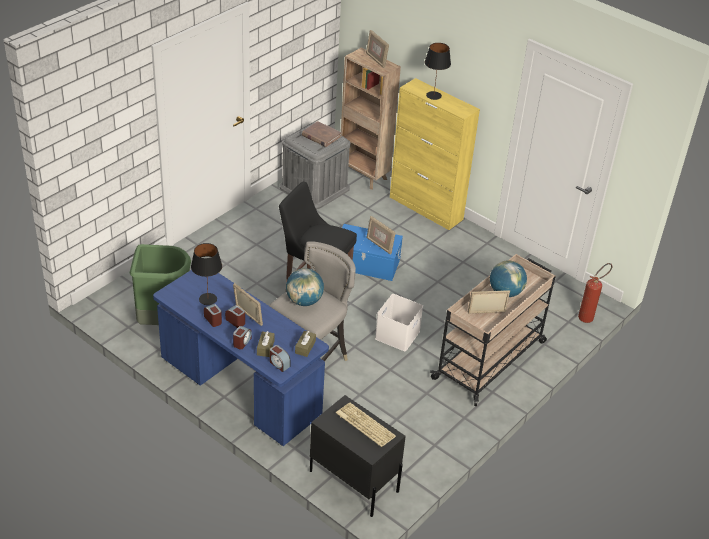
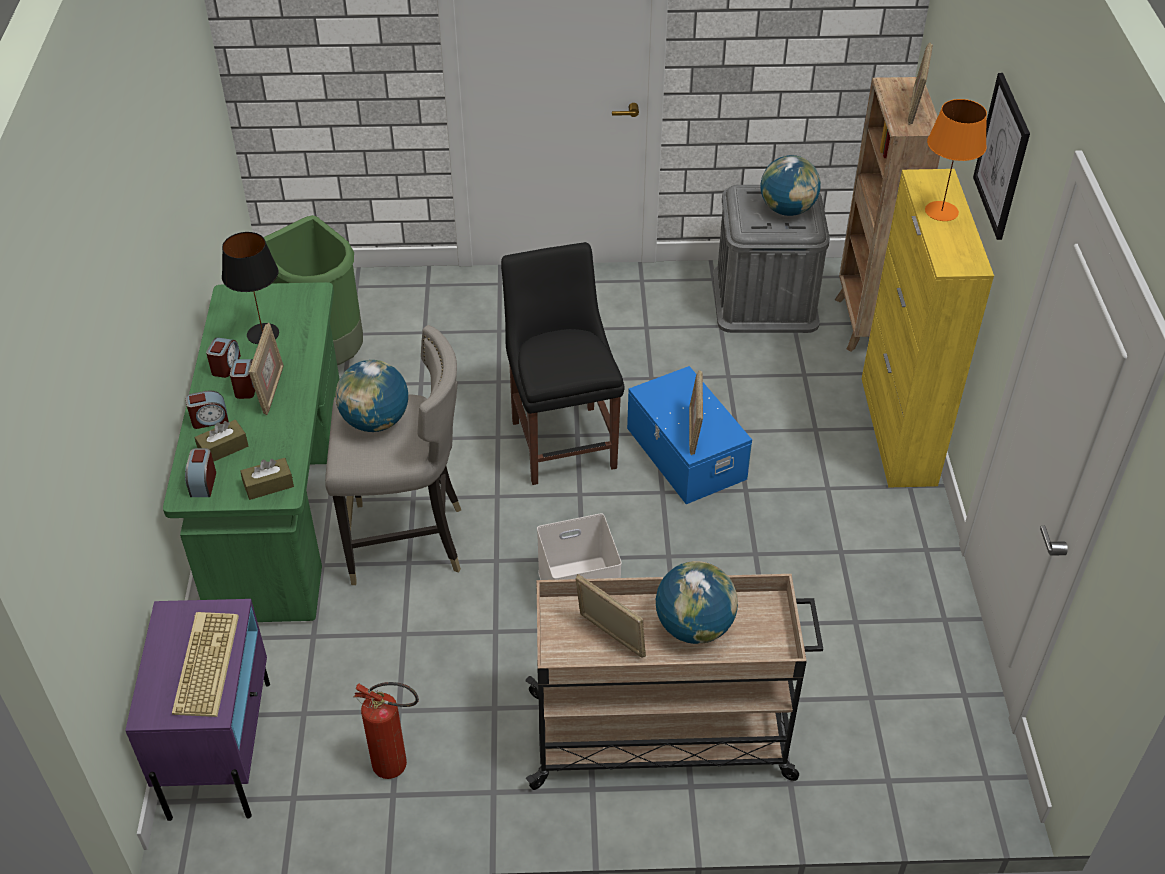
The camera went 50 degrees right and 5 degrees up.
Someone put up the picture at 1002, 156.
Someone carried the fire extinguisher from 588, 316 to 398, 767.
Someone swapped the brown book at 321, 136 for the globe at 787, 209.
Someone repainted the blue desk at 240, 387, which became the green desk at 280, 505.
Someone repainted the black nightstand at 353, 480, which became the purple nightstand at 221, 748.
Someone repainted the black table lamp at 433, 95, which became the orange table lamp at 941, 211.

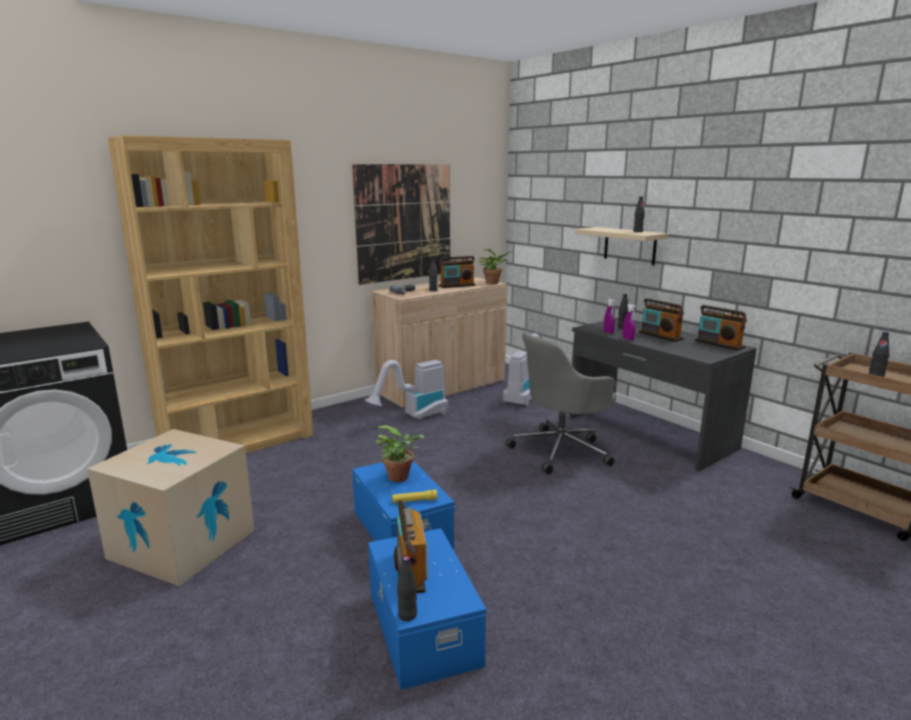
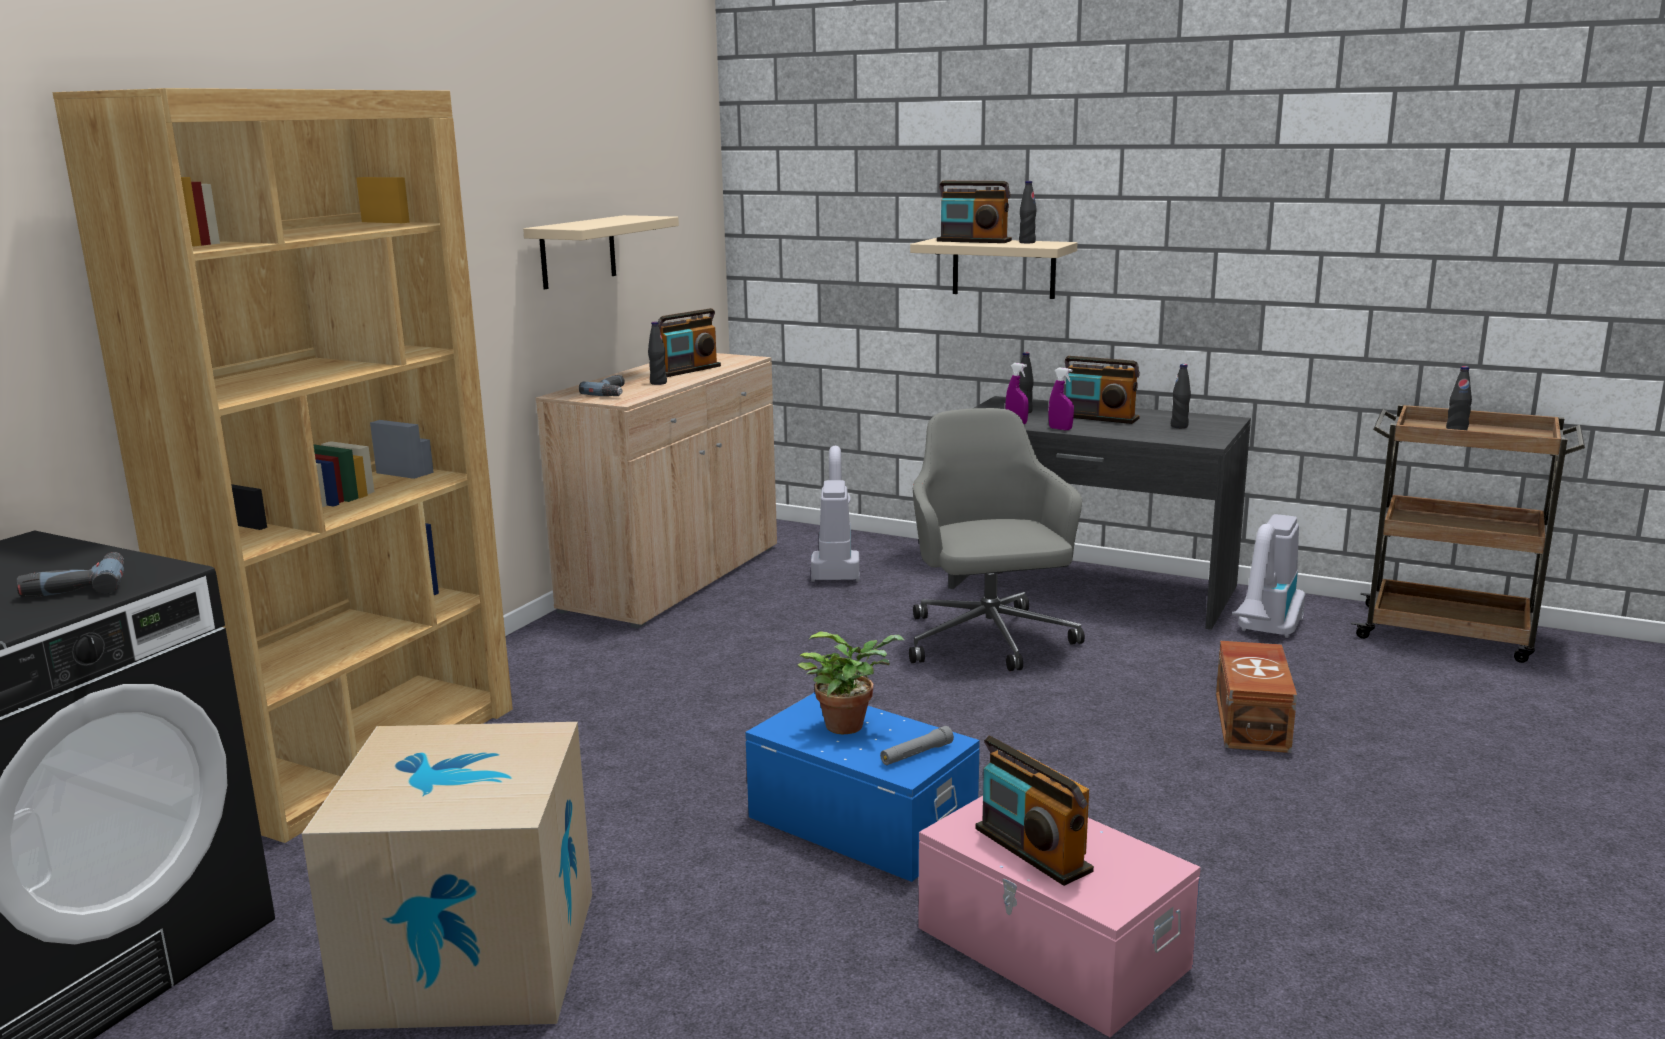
The camera went 25 degrees left and 0 degrees up.
Someone took away the potted plant at 493, 283.
Someone put down the power drill at 76, 586.
Someone put down the brown storage box at 1253, 721.
Someone carried the vacuum cleaner from 413, 417 to 1265, 635.
Someone carried the black bottle from 407, 615 to 1179, 426.
Someone carried the radio from 719, 344 to 974, 241.
Someone swapped the picture at 404, 223 for the beige shelf at 578, 252.
Someone repainted the blue storage box at 421, 628, which became the pink storage box at 1050, 949.
Someone repainted the yellow flashlight at 414, 501, which became the grey flashlight at 916, 754.
Someone rotated the grey office chair at 561, 450 by 135 degrees clockwise.

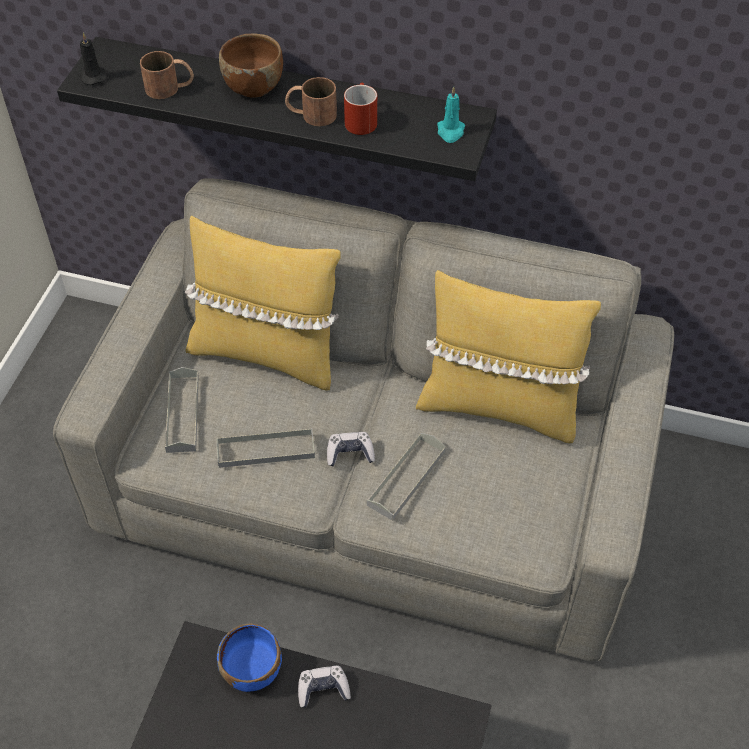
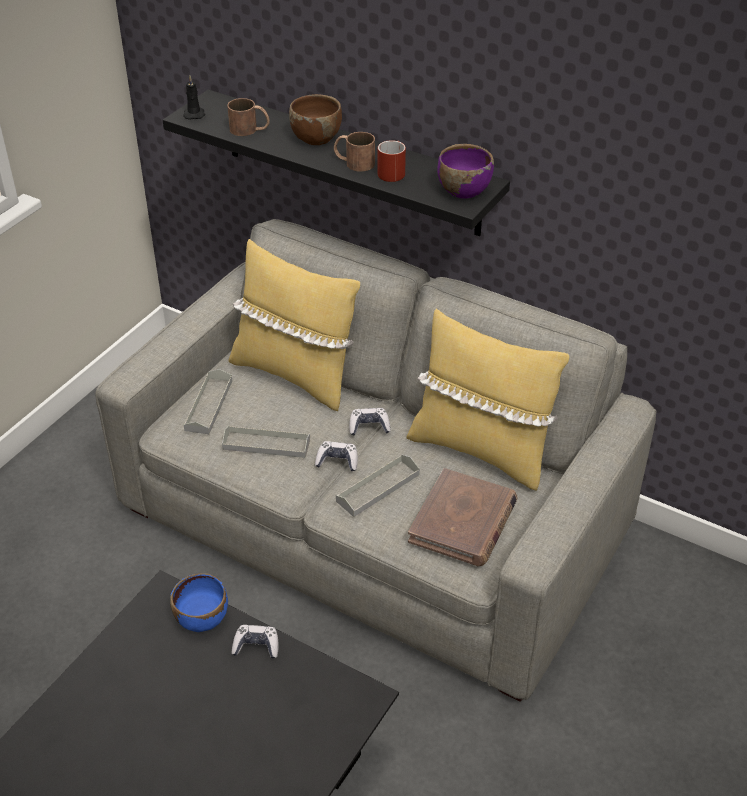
The camera went 15 degrees right and 10 degrees down.
Someone put down the game controller at 369, 426.
Someone put down the brown book at 463, 521.
Someone swapped the turquoise candle at 450, 132 for the purple bowl at 463, 190.

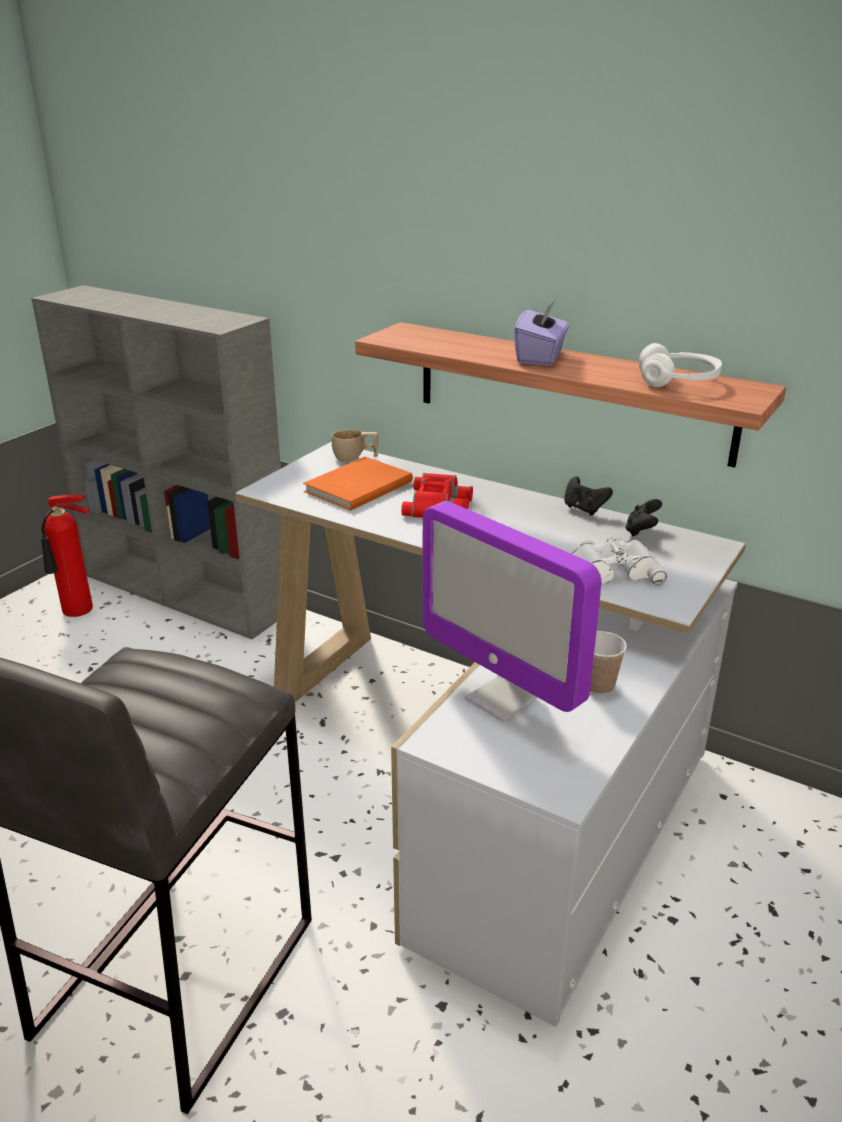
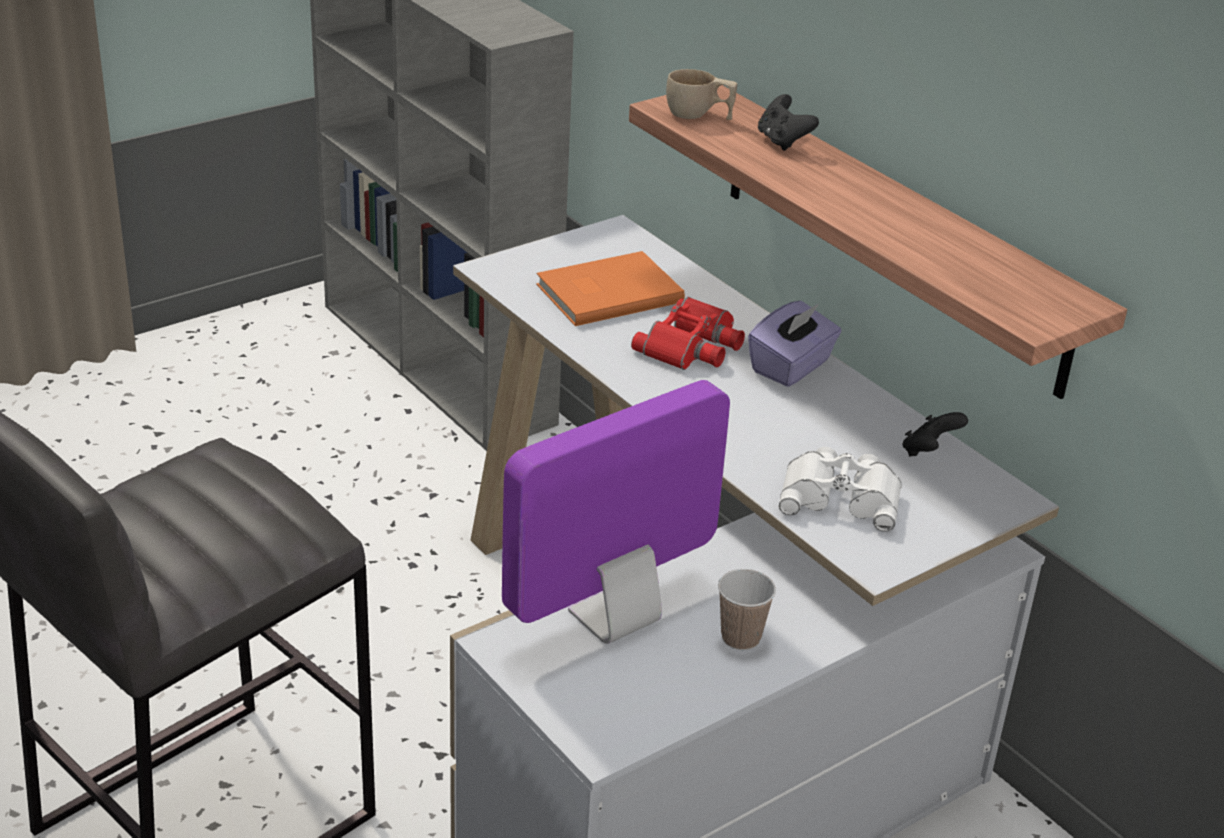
The camera went 20 degrees right and 5 degrees up.
Someone took away the fire extinguisher at 78, 611.
Someone took away the white headphones at 678, 381.
Someone carried the beige cup from 355, 458 to 699, 116.
Someone carried the purple tissue box from 540, 357 to 791, 367.
Someone carried the black game controller from 584, 509 to 783, 141.
Someone rotated the monitor at 502, 698 by 75 degrees clockwise.

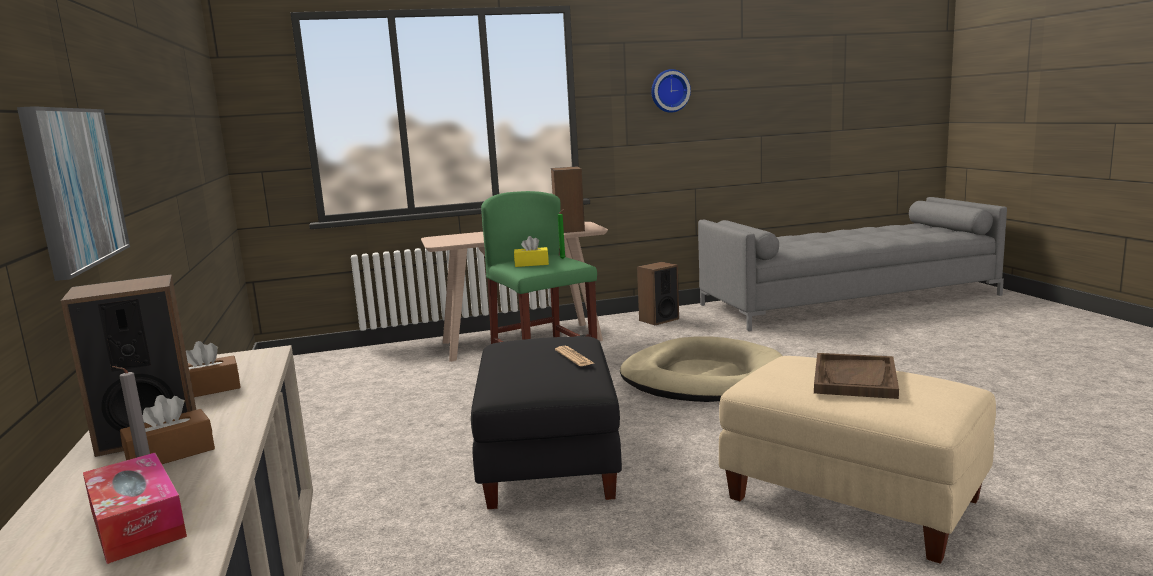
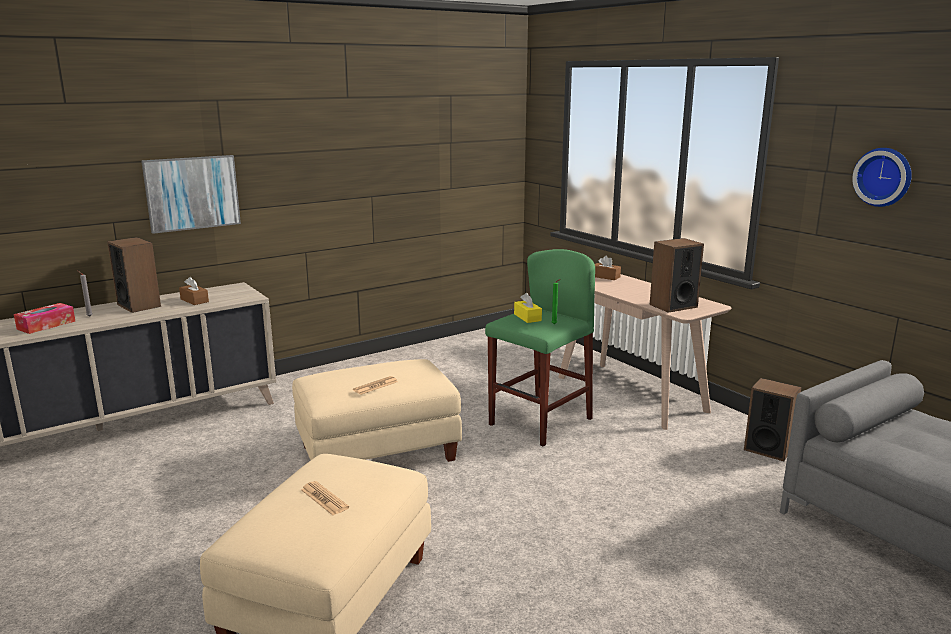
The camera went 70 degrees right and 5 degrees up.
Someone took away the beige dog bed at 702, 378.
Someone carried the brown tissue box from 170, 454 to 605, 277.
Someone swapped the brown tray at 855, 378 for the newspaper at 324, 499.
Someone repainted the black ottoman at 550, 461, which became the beige ottoman at 377, 453.

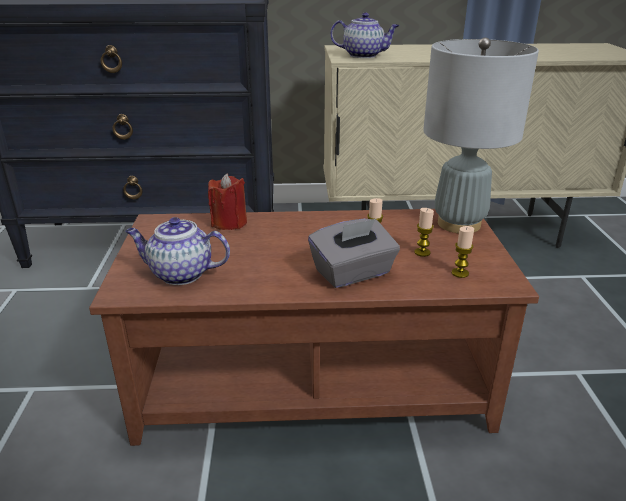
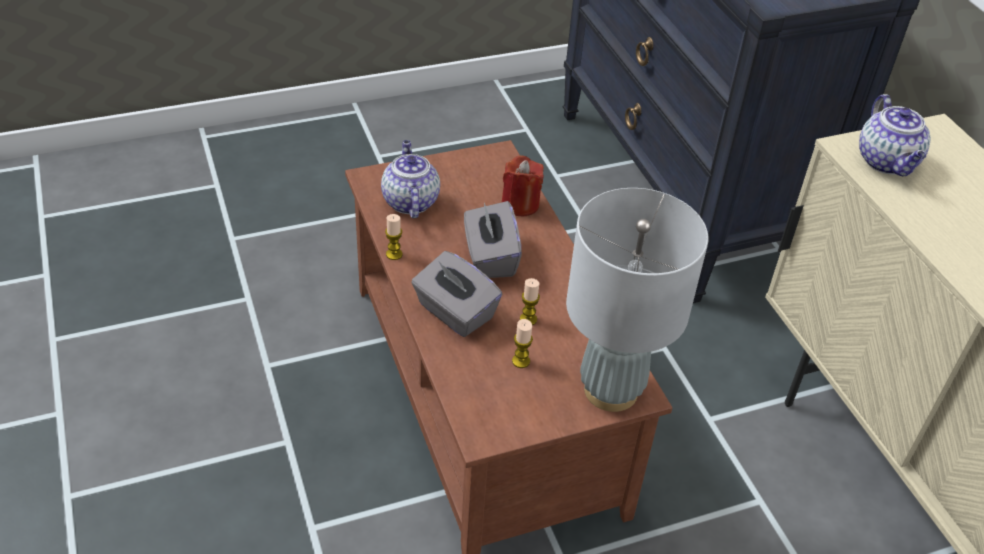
The camera went 70 degrees right and 15 degrees up.
Someone put down the grey tissue box at 490, 257.
Someone carried the candle from 460, 273 to 394, 254.

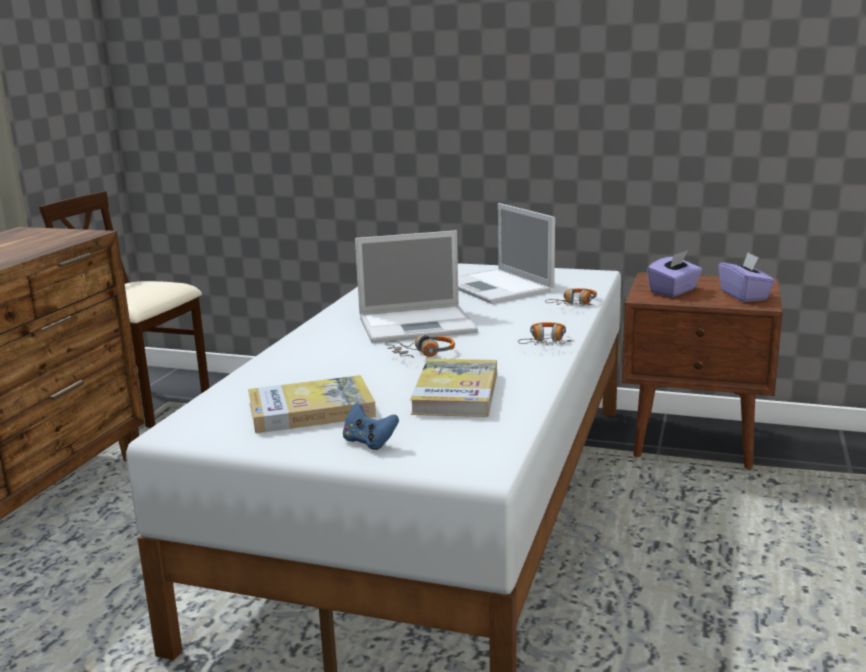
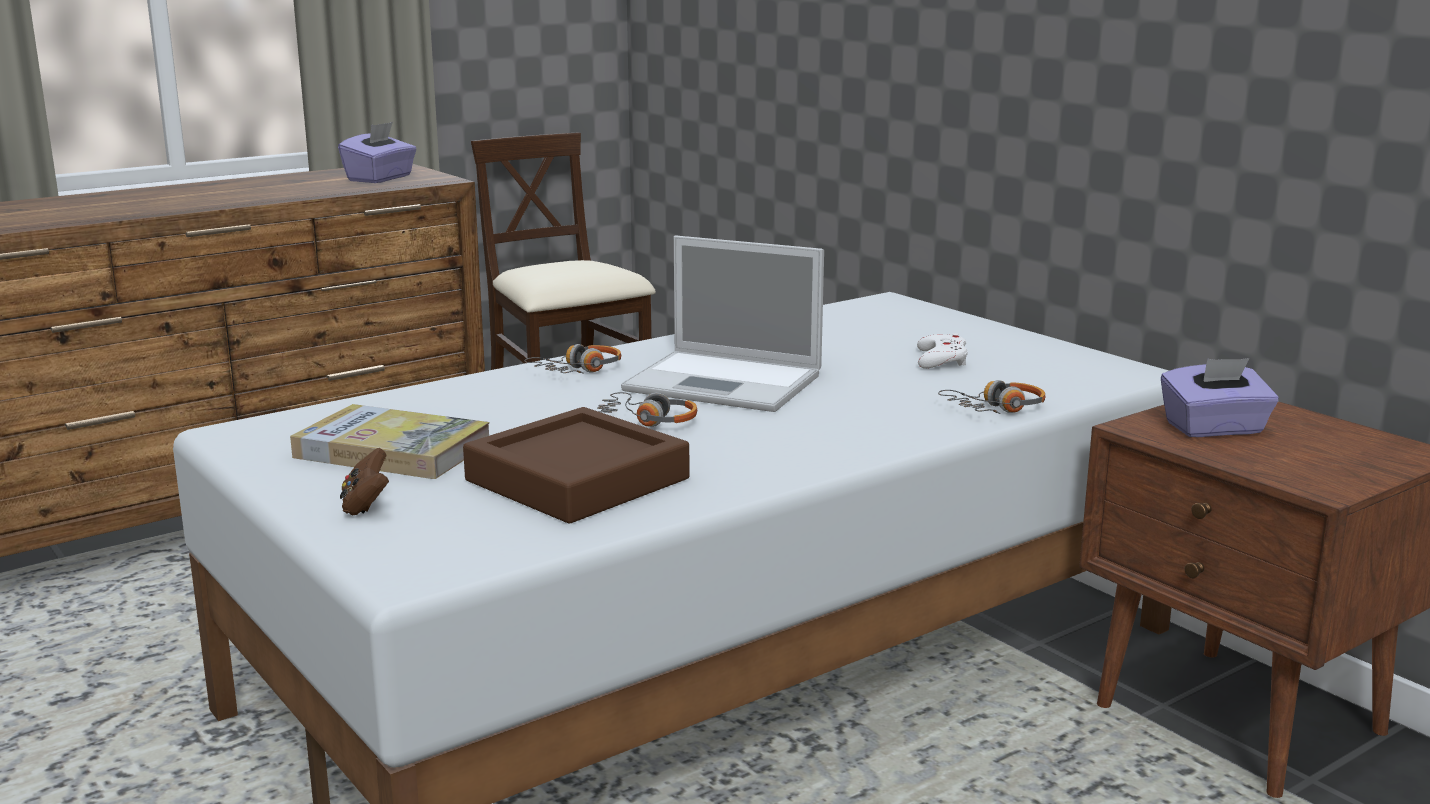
The camera went 35 degrees right and 0 degrees up.
Someone carried the headphones from 546, 342 to 578, 370.
Someone carried the purple tissue box from 744, 296 to 380, 178.
Someone swapped the book at 456, 393 for the brown tray at 577, 480.
Someone swapped the laptop at 498, 288 for the white game controller at 941, 359.
Someone repainted the blue game controller at 369, 442, which became the brown game controller at 366, 505.

